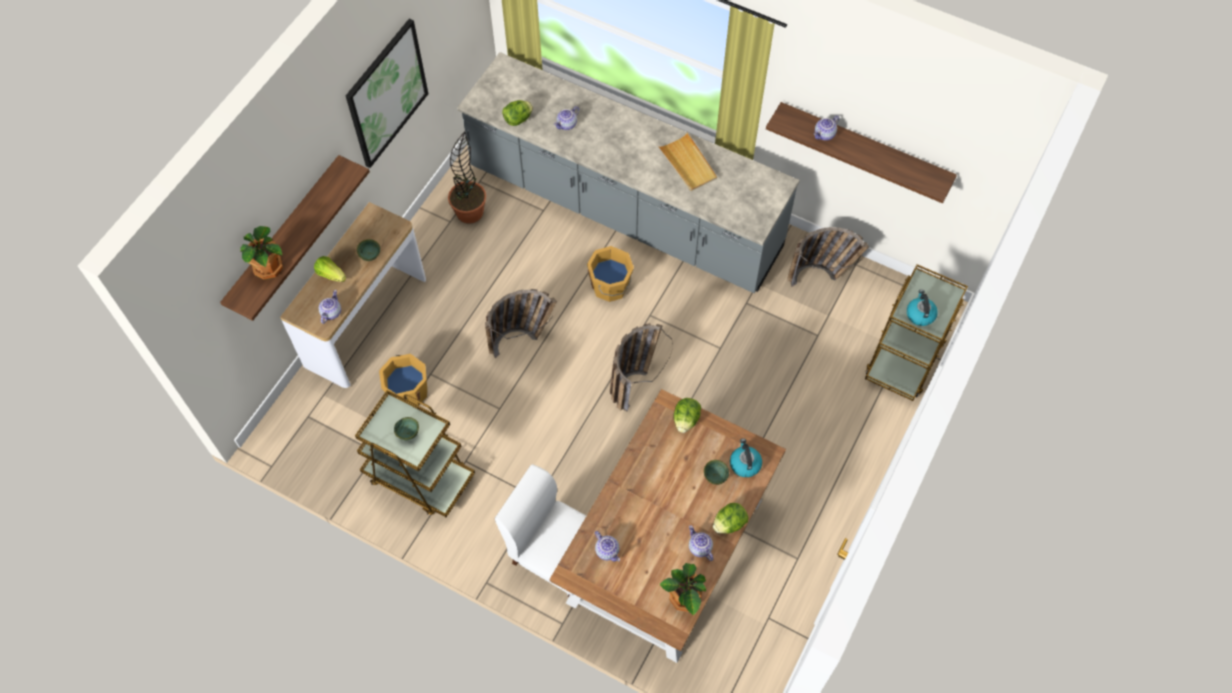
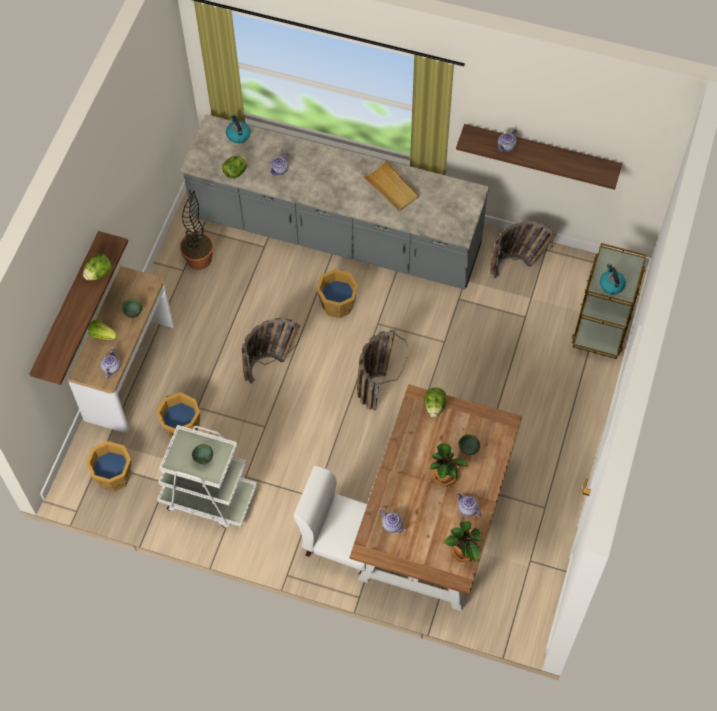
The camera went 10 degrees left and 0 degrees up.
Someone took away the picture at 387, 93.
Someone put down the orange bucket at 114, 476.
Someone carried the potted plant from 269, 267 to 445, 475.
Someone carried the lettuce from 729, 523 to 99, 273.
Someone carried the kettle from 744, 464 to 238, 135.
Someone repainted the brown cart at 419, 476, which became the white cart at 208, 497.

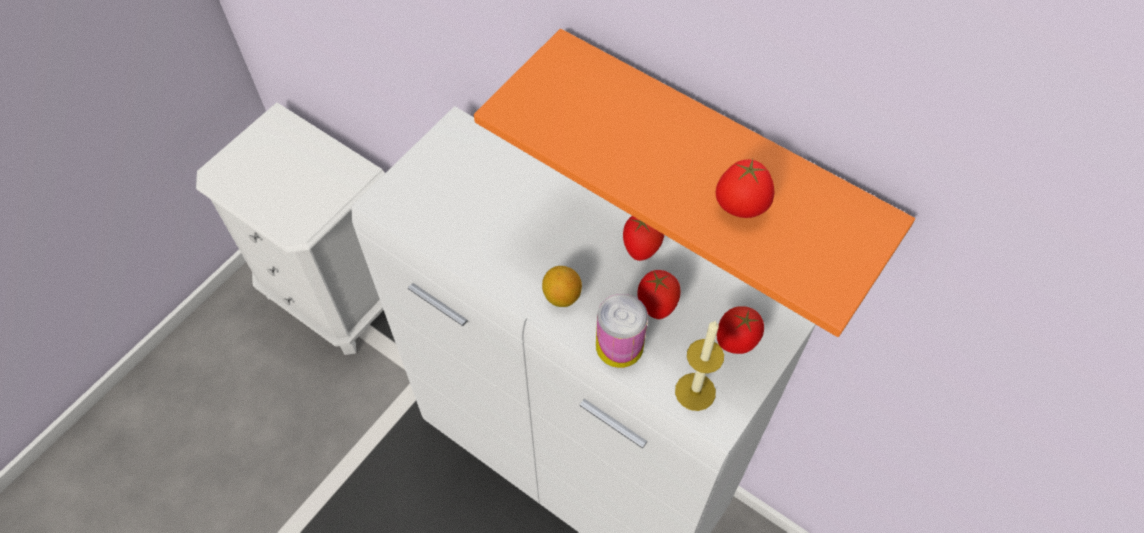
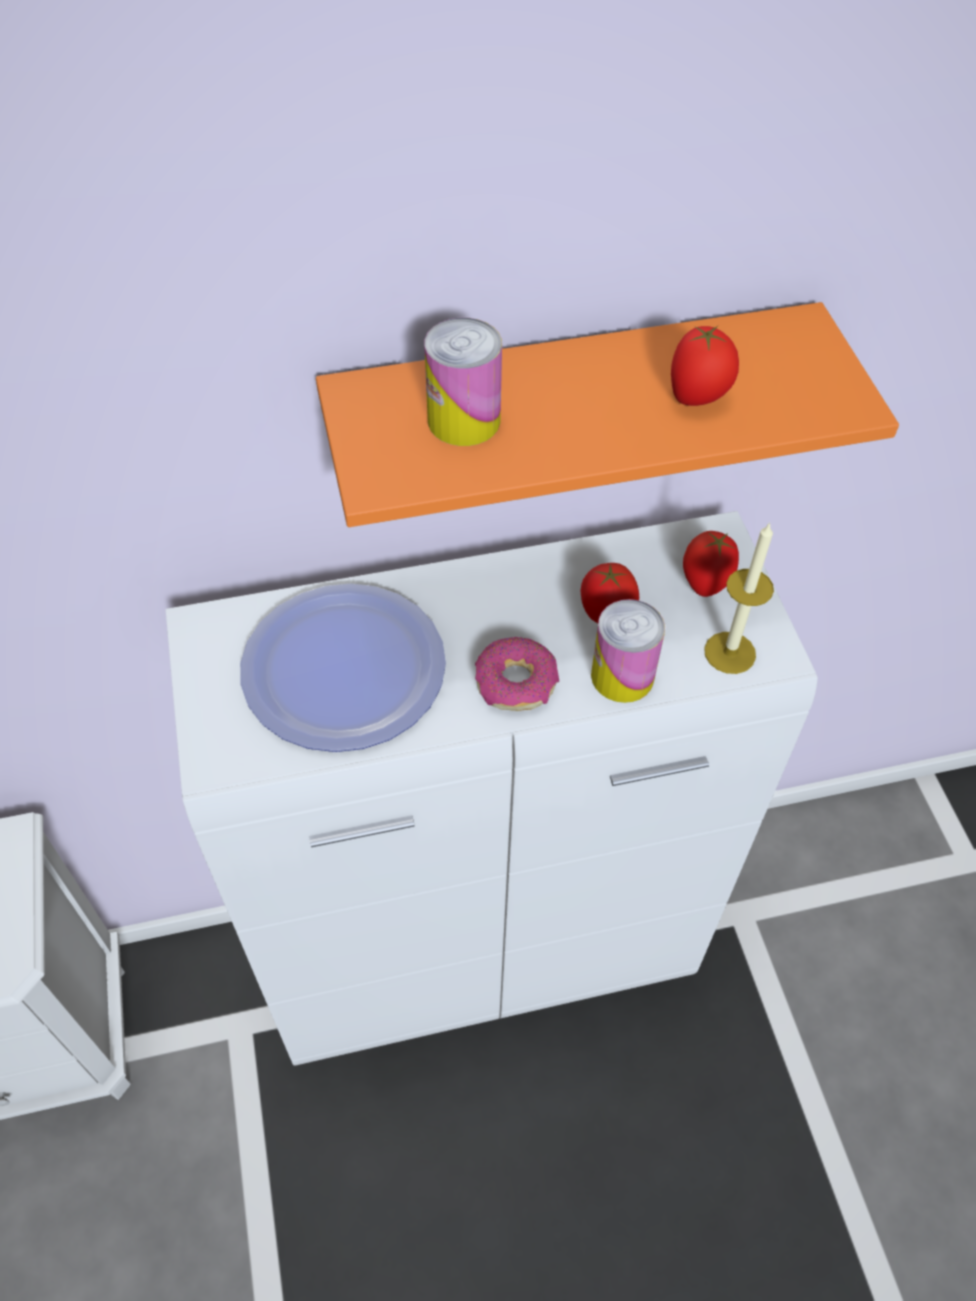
The camera went 50 degrees left and 5 degrees down.
Someone took away the tomato at 641, 249.
Someone put down the plate at 344, 669.
Someone put down the can at 464, 420.
Someone swapped the lemon at 561, 296 for the donut at 516, 683.

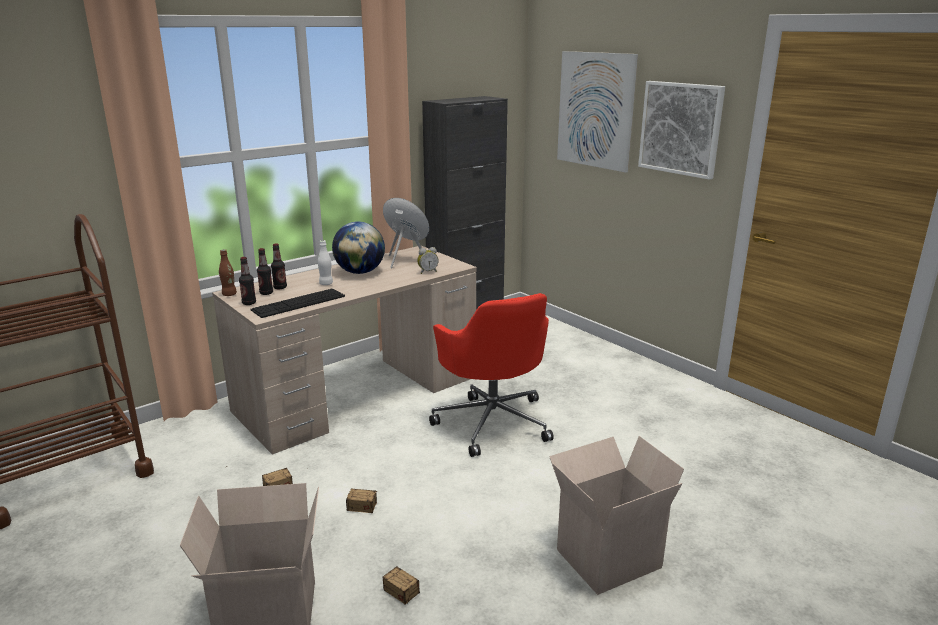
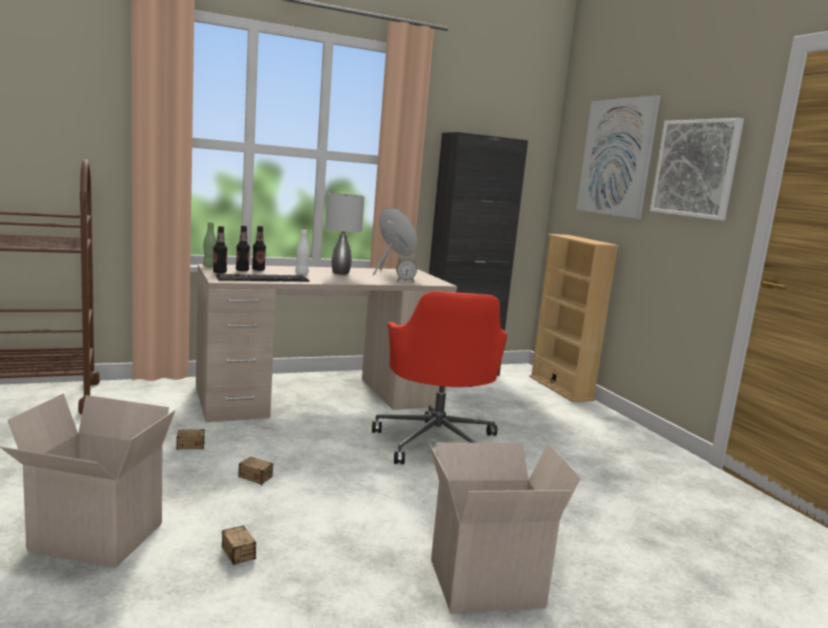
The camera went 15 degrees right and 10 degrees down.
Someone put down the beige bookcase at 560, 388.
Someone swapped the globe at 360, 272 for the grey table lamp at 341, 273.
Someone repainted the brown bottle at 229, 294, which became the green bottle at 209, 266.

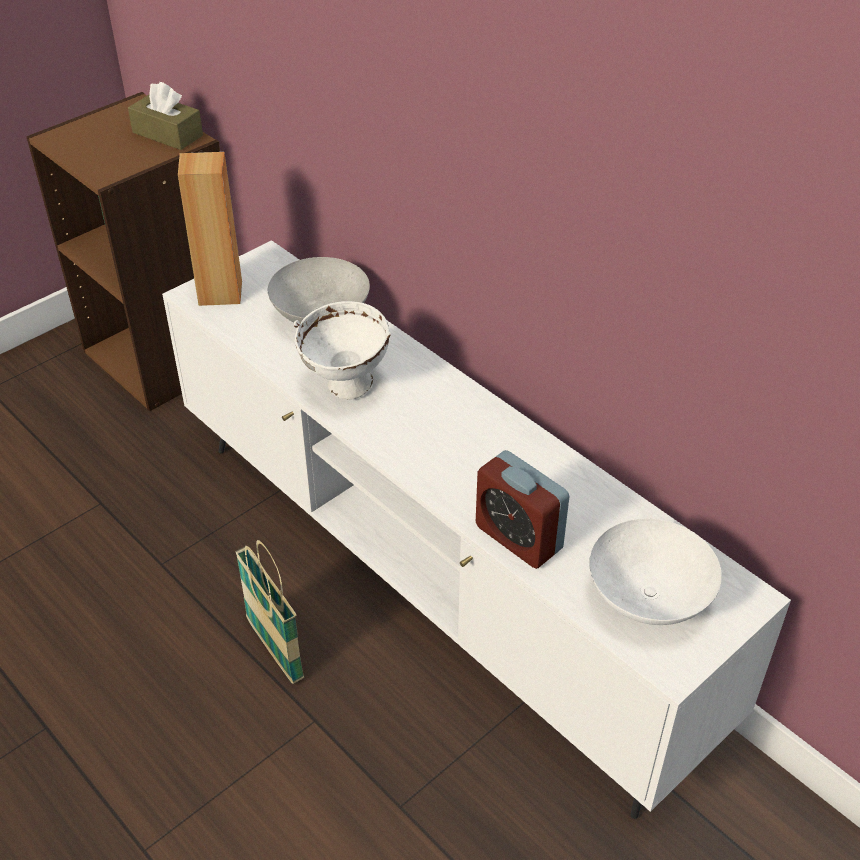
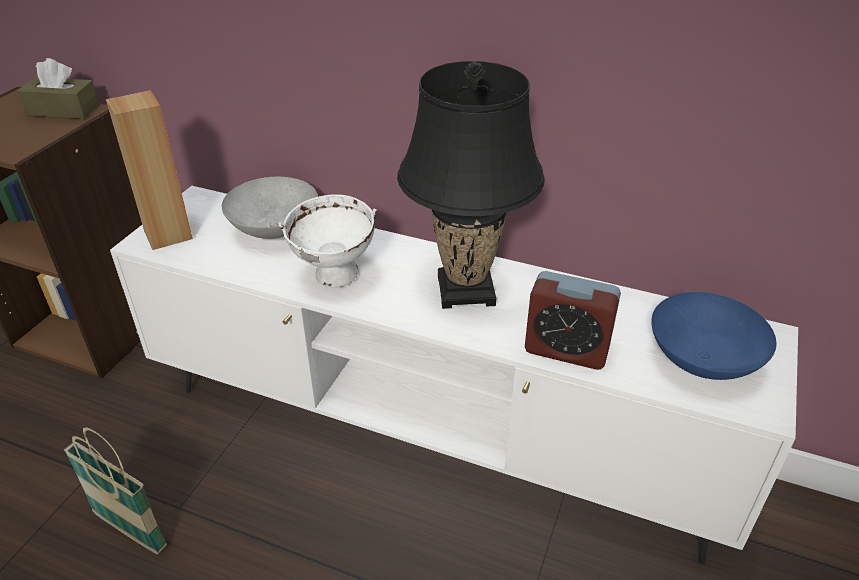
The camera went 25 degrees left and 5 degrees down.
Someone put down the black table lamp at 465, 290.
Someone carried the basket from 275, 650 to 130, 531.
Someone repainted the white bowl at 651, 597, which became the blue bowl at 703, 361.

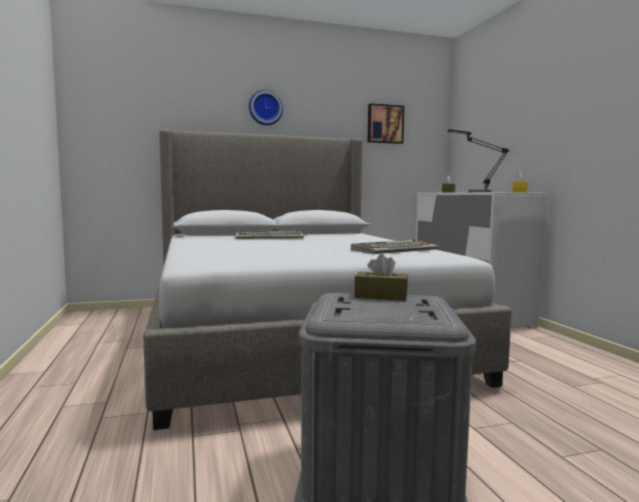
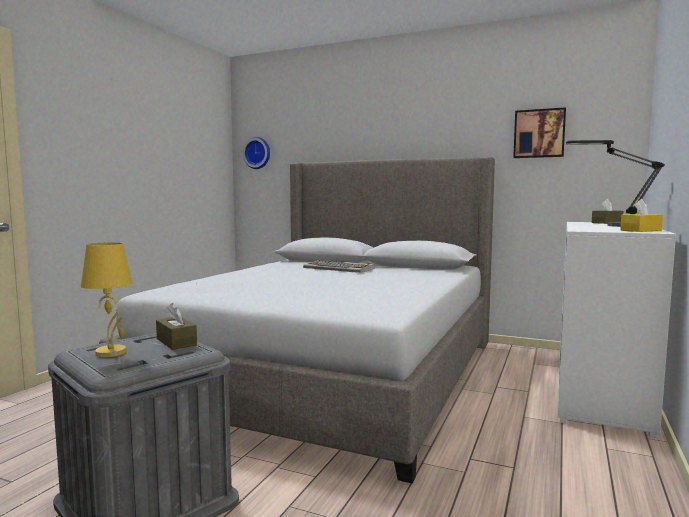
The camera went 40 degrees right and 0 degrees up.
Someone took away the keyboard at 395, 249.
Someone put down the yellow table lamp at 112, 352.
Someone carried the wall clock from 265, 108 to 258, 153.

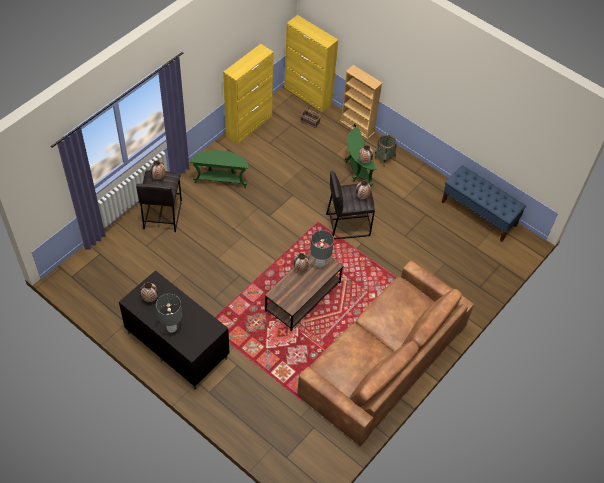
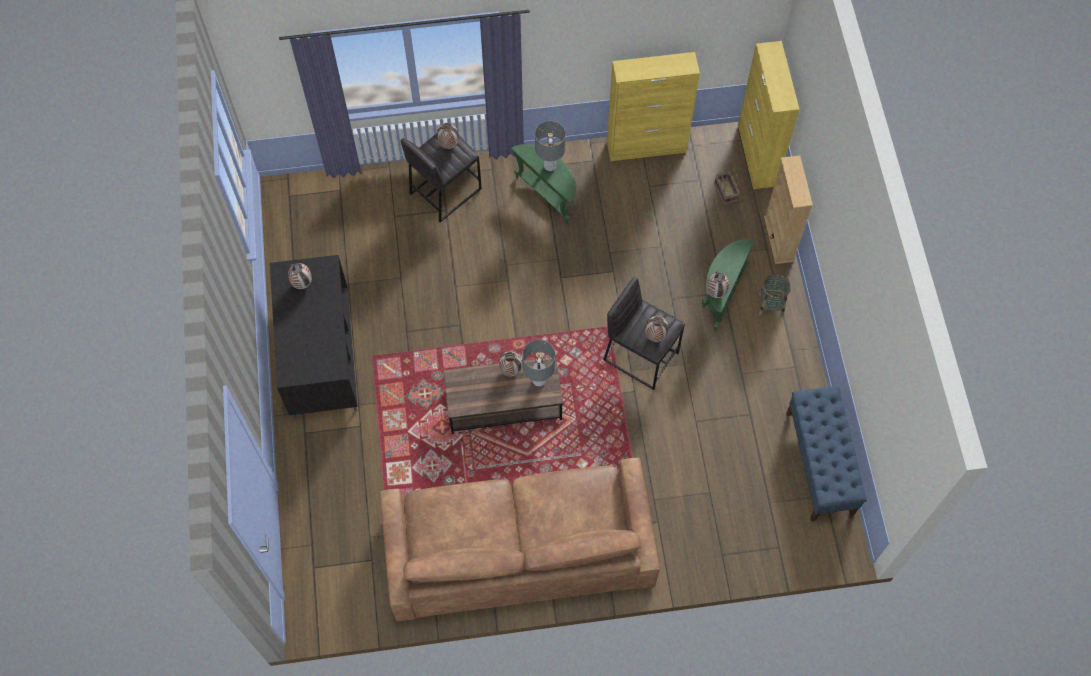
The camera went 45 degrees right and 10 degrees up.
Someone carried the grey table lamp from 171, 328 to 550, 166.

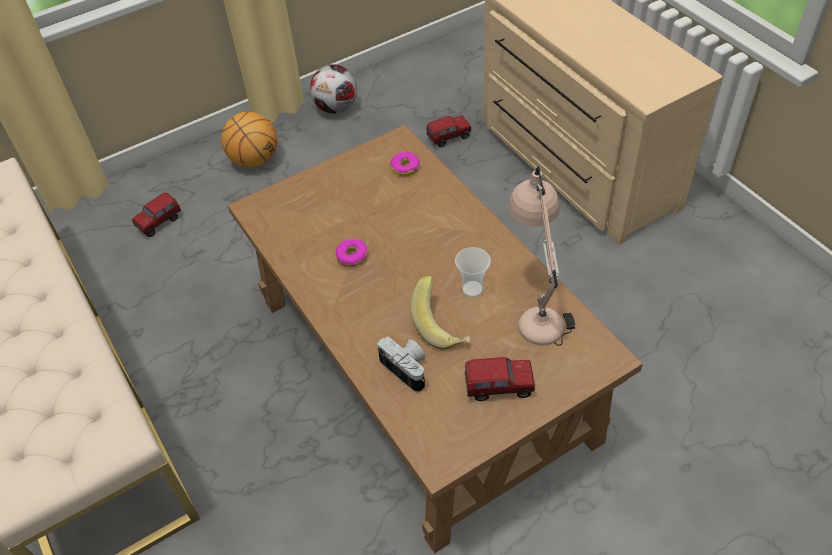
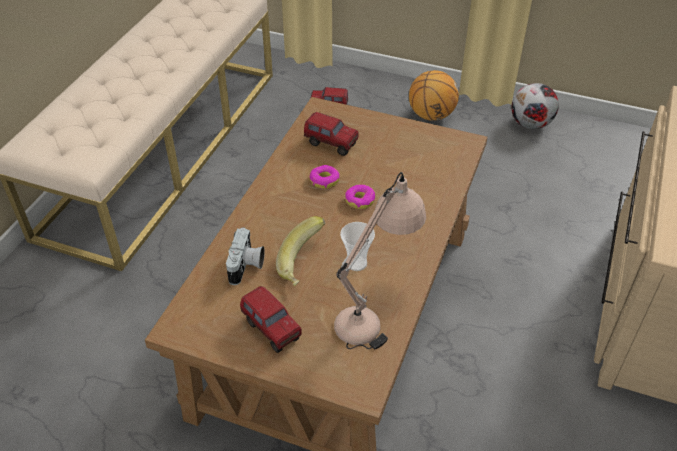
The camera went 50 degrees right and 5 degrees down.
Someone carried the donut from 405, 167 to 360, 200.
Someone carried the toy truck from 449, 138 to 331, 144.

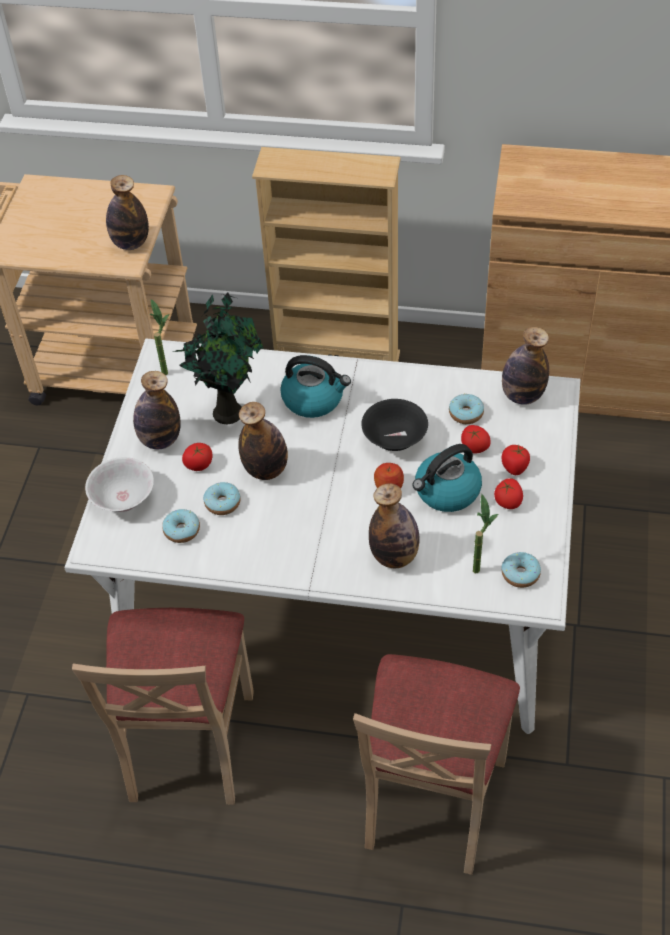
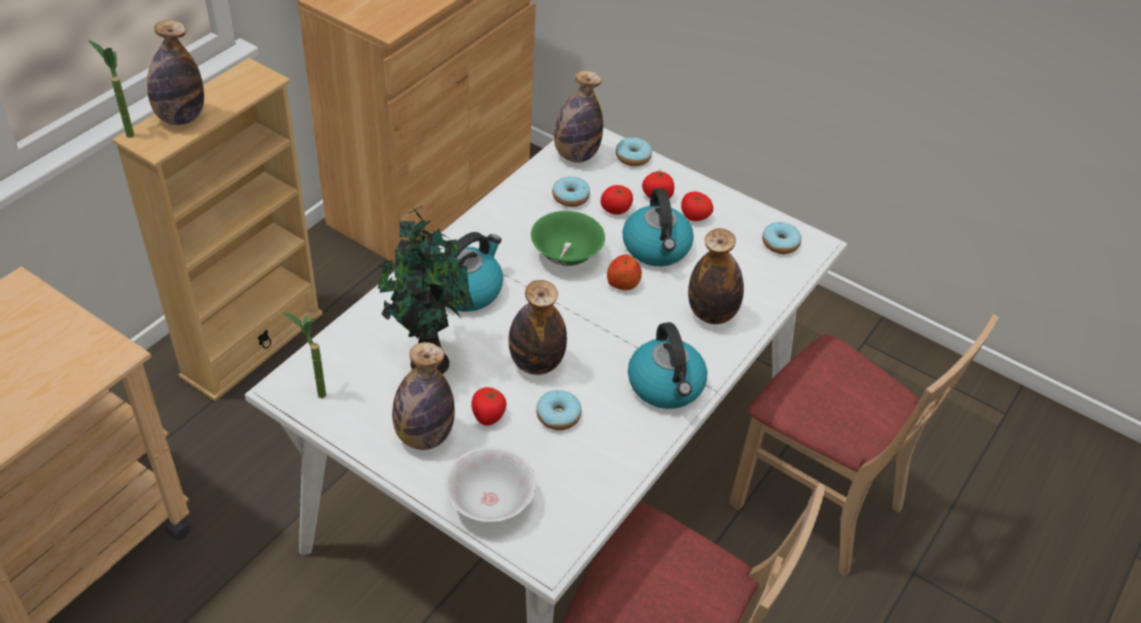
The camera went 70 degrees left and 5 degrees down.
Someone put down the kettle at 666, 386.
Someone carried the bottle from 131, 243 to 181, 117.
Someone carried the donut from 182, 530 to 633, 157.
Someone carried the potted plant from 478, 564 to 126, 131.
Someone repainted the black bowl at 395, 439, which became the green bowl at 566, 255.

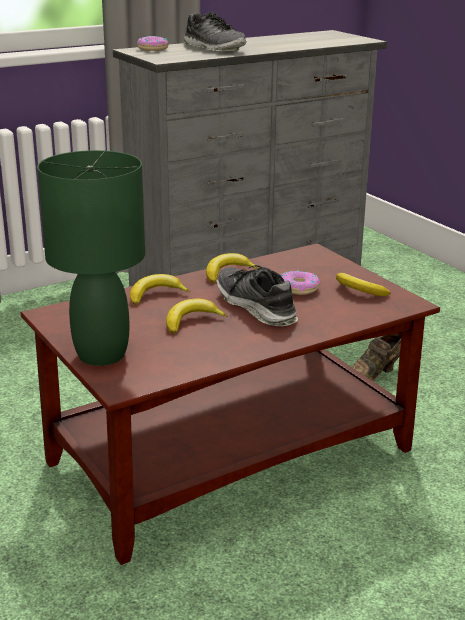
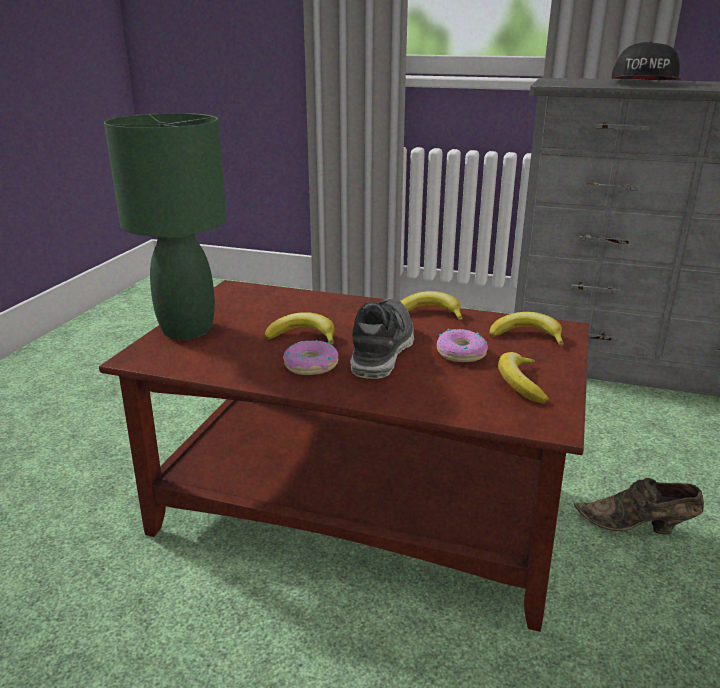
The camera went 50 degrees right and 0 degrees up.
Someone carried the banana from 156, 295 to 527, 336.
Someone carried the donut from 153, 49 to 311, 366.
Someone swapped the shoe at 214, 48 for the cap at 644, 83.

